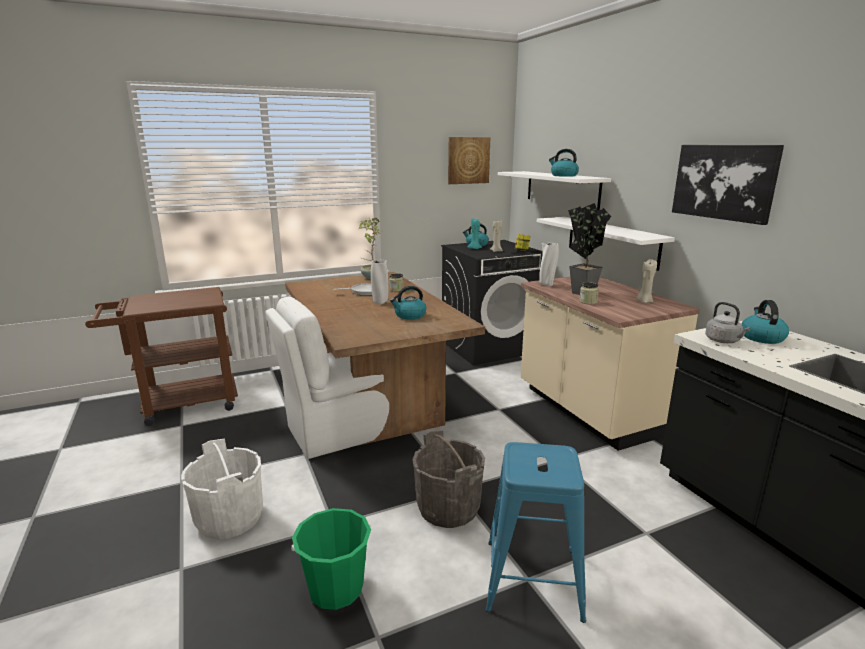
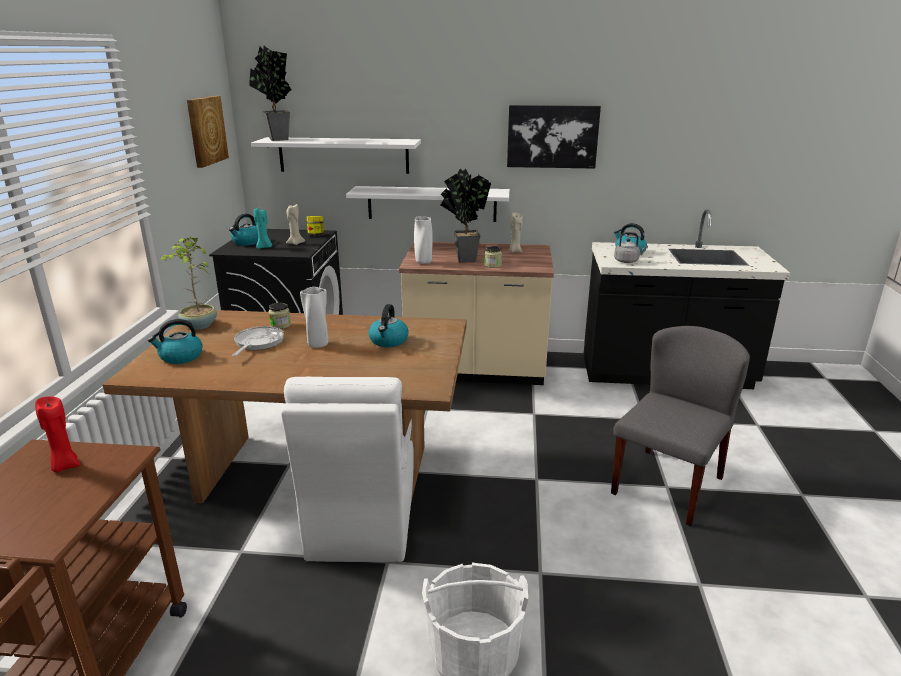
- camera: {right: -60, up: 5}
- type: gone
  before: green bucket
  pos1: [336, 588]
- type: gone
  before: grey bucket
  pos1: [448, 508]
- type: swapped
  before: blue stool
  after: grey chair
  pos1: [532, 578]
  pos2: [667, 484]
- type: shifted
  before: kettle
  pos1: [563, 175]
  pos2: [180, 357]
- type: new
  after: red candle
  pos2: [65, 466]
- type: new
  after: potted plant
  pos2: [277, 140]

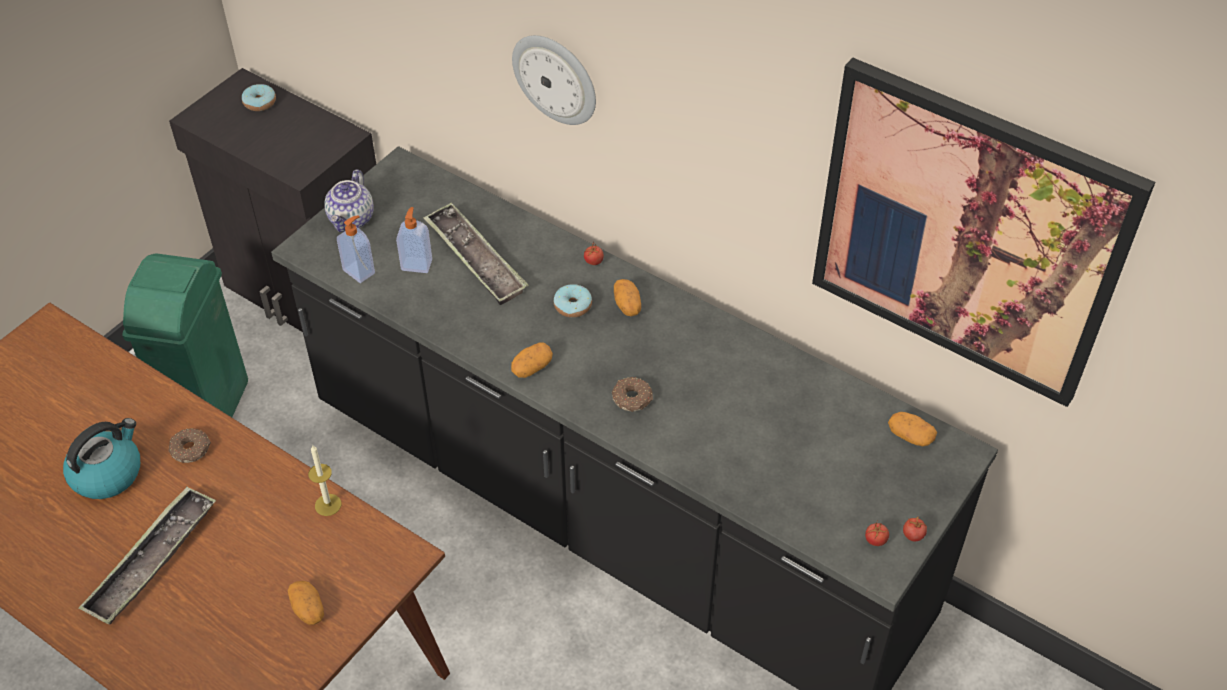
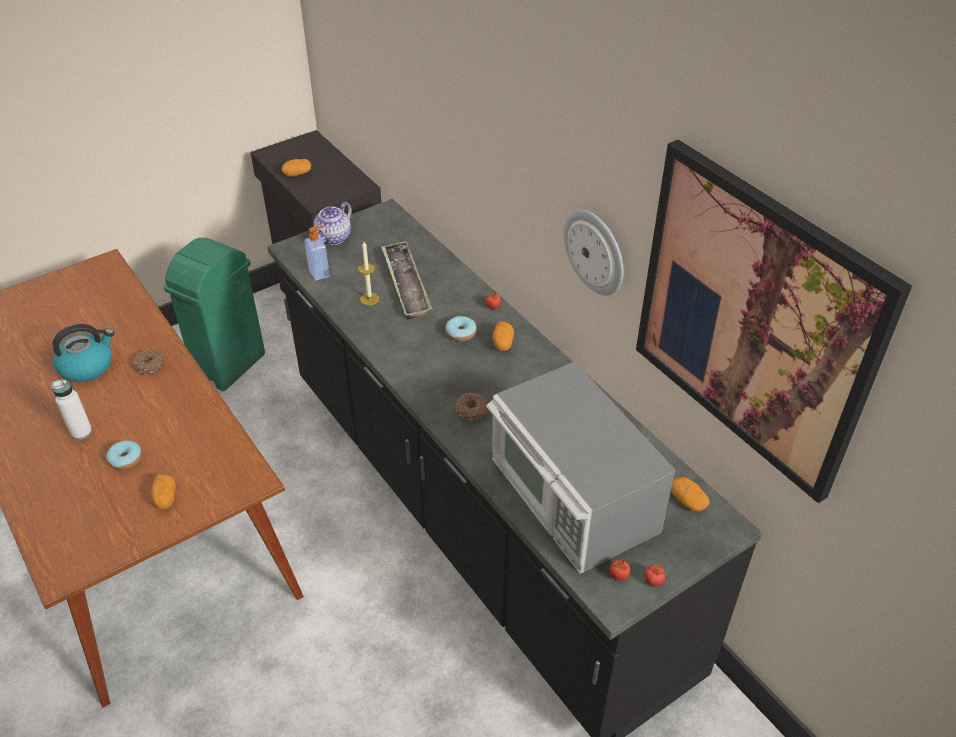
- camera: {right: 20, up: -5}
- type: swapped
  before: tray
  after: white bottle
  pos1: [152, 560]
  pos2: [81, 432]
- type: shifted
  before: donut
  pos1: [260, 103]
  pos2: [126, 459]
- type: shifted
  before: candle
  pos1: [328, 505]
  pos2: [369, 299]
- type: gone
  before: soap dispenser
  pos1: [417, 264]
- type: shifted
  before: potato
  pos1: [531, 368]
  pos2: [297, 174]
- type: shifted
  before: wall clock
  pos1: [556, 78]
  pos2: [595, 251]
- type: new
  after: microwave
  pos2: [571, 496]

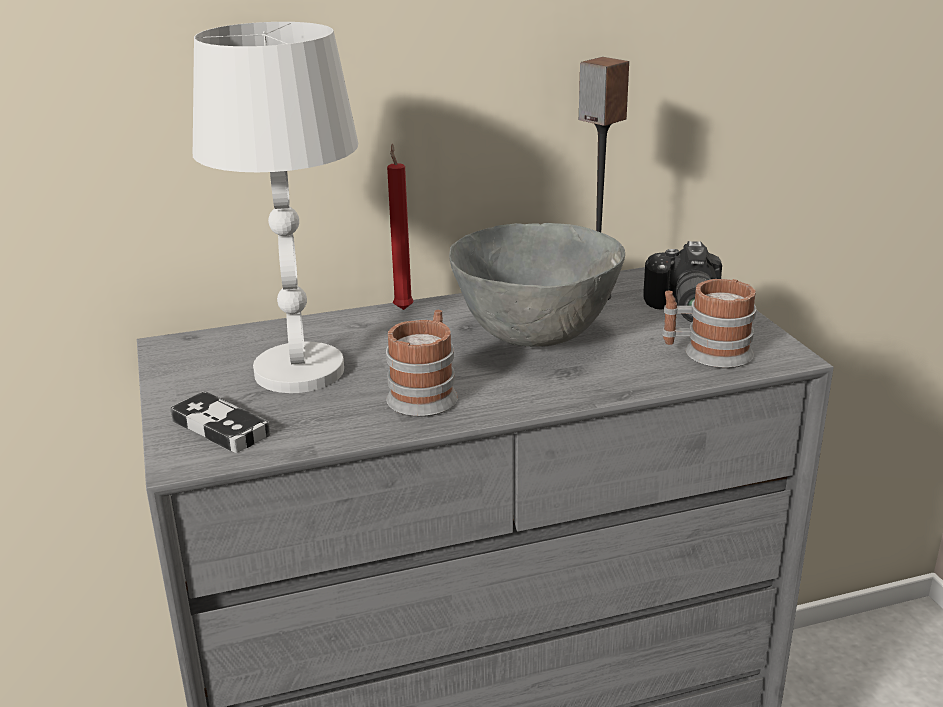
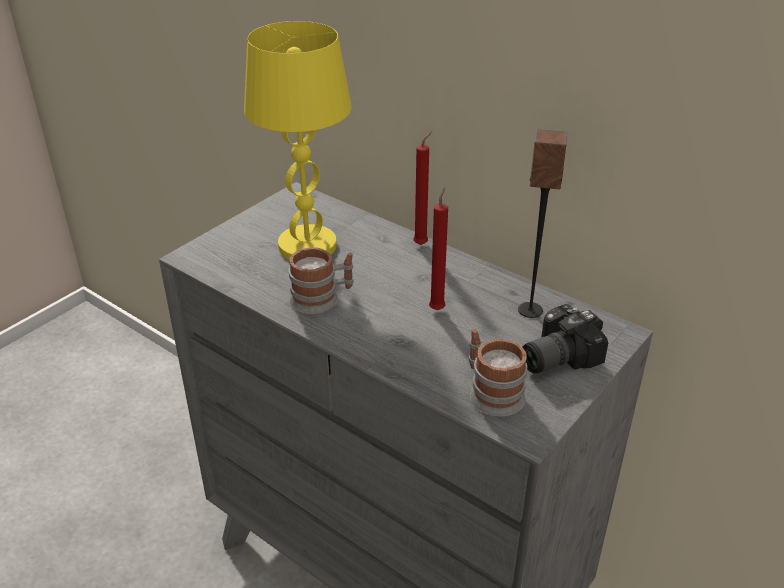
- camera: {right: 55, up: 10}
- type: gone
  before: game controller
  pos1: [220, 428]
- type: repainted
  before: white table lamp
  after: yellow table lamp
  pos1: [298, 371]
  pos2: [307, 245]
- type: swapped
  before: grey bowl
  after: red candle
  pos1: [534, 336]
  pos2: [437, 308]

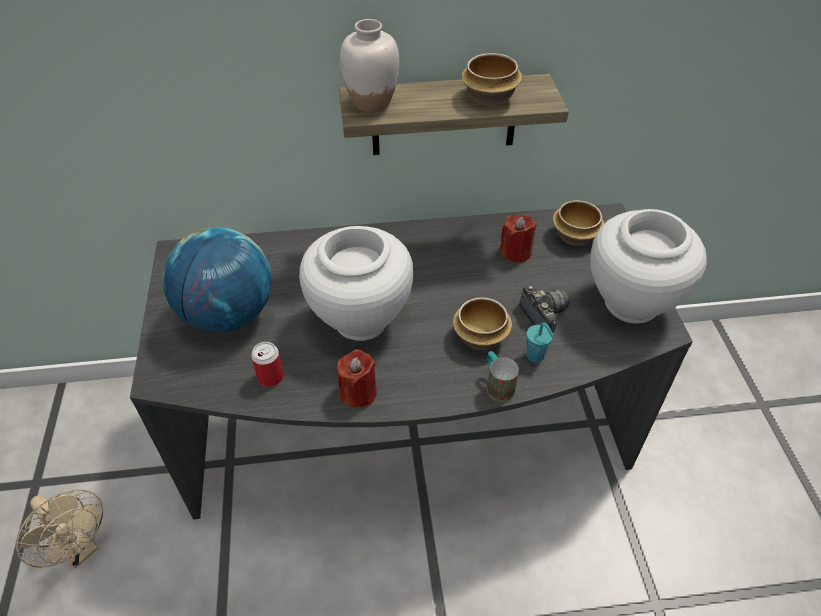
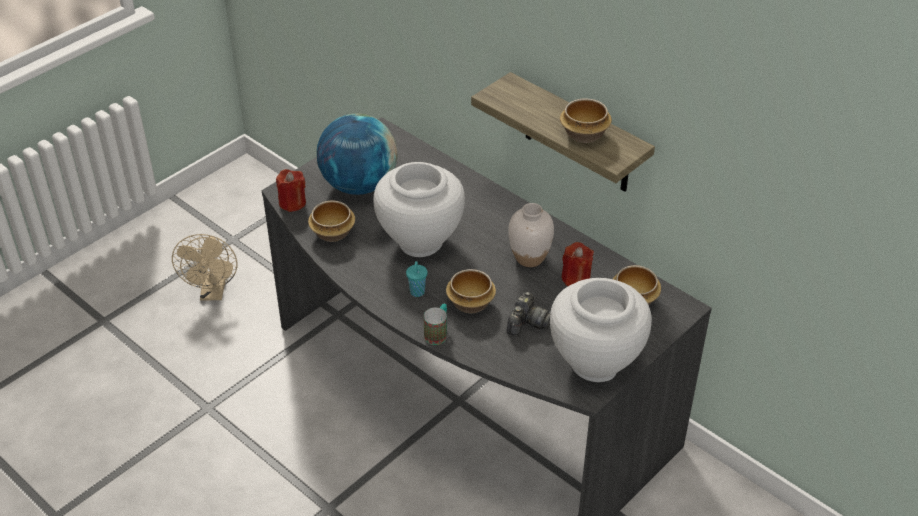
- camera: {right: 50, up: -5}
- type: swapped
  before: can
  after: bowl
  pos1: [270, 377]
  pos2: [333, 233]
- type: shifted
  before: red candle
  pos1: [358, 392]
  pos2: [292, 203]
- type: shifted
  before: white vase
  pos1: [371, 103]
  pos2: [529, 258]
- type: shifted
  before: turquoise cup
  pos1: [536, 357]
  pos2: [417, 293]

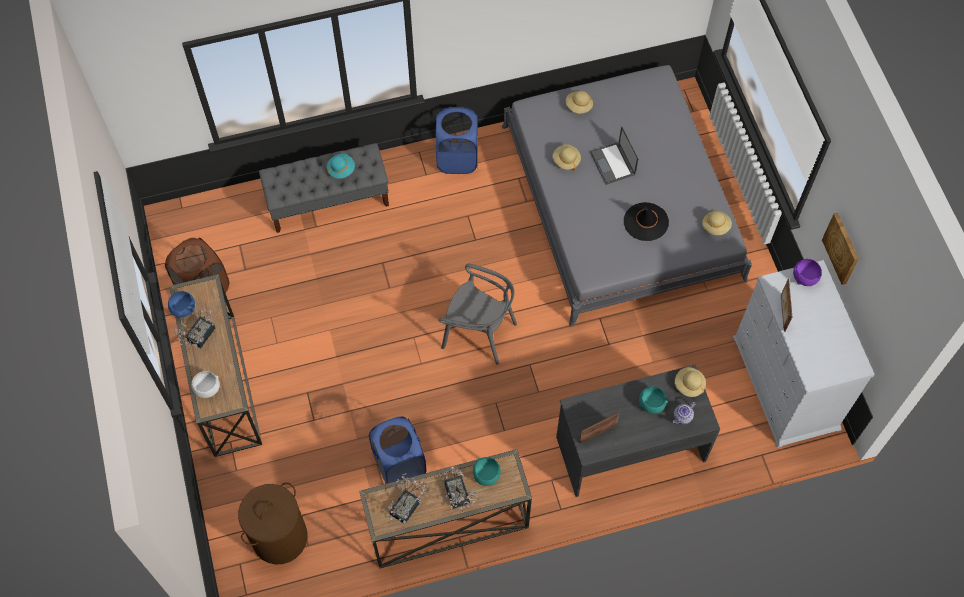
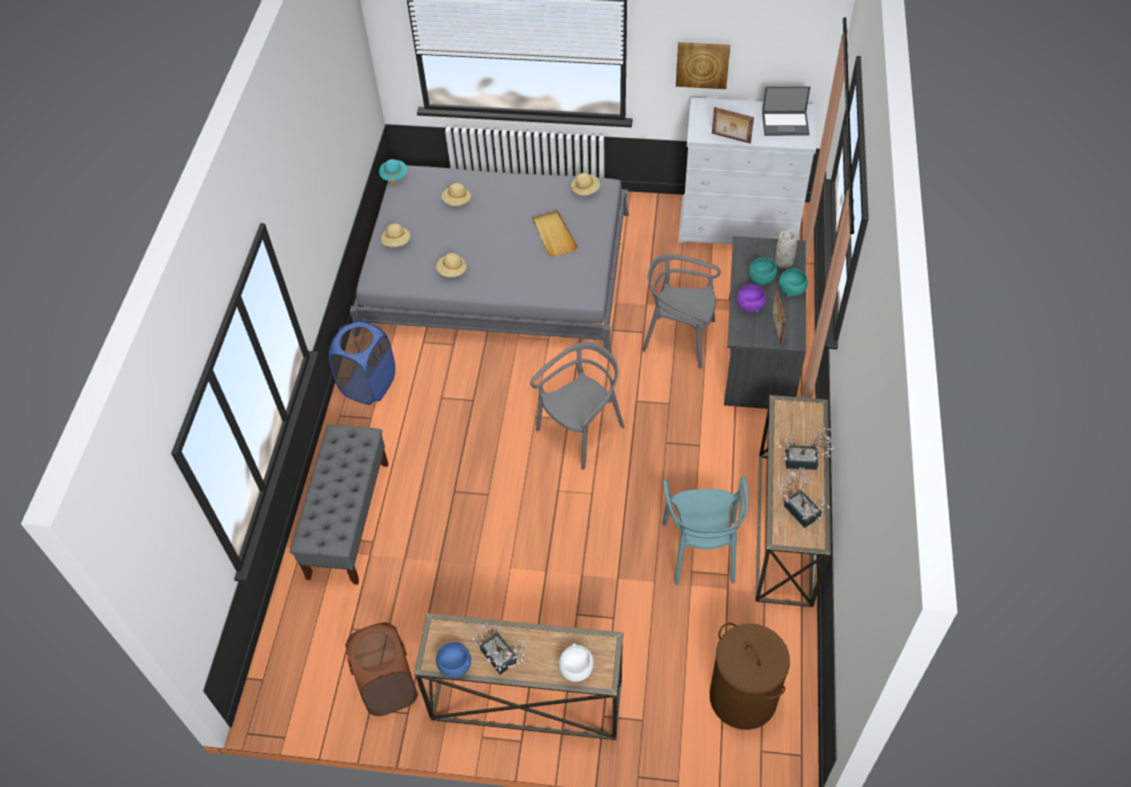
- camera: {right: -65, up: -10}
- type: shifted
  before: turquoise hat
  pos1: [341, 169]
  pos2: [394, 175]
- type: swapped
  before: blue laundry basket
  after: turquoise chair
  pos1: [399, 465]
  pos2: [701, 550]
- type: shifted
  before: turquoise bowl
  pos1: [487, 476]
  pos2: [792, 290]
- type: shifted
  before: laptop
  pos1: [613, 164]
  pos2: [786, 123]
- type: swapped
  before: black hat
  after: beige tray
  pos1: [646, 222]
  pos2: [554, 235]
- type: swapped
  before: teapot
  after: grey vase
  pos1: [682, 417]
  pos2: [783, 262]
- type: shifted
  before: beige hat
  pos1: [689, 385]
  pos2: [457, 201]
- type: shifted
  before: purple bowl
  pos1: [805, 278]
  pos2: [750, 306]
- type: new
  after: grey chair
  pos2: [679, 338]

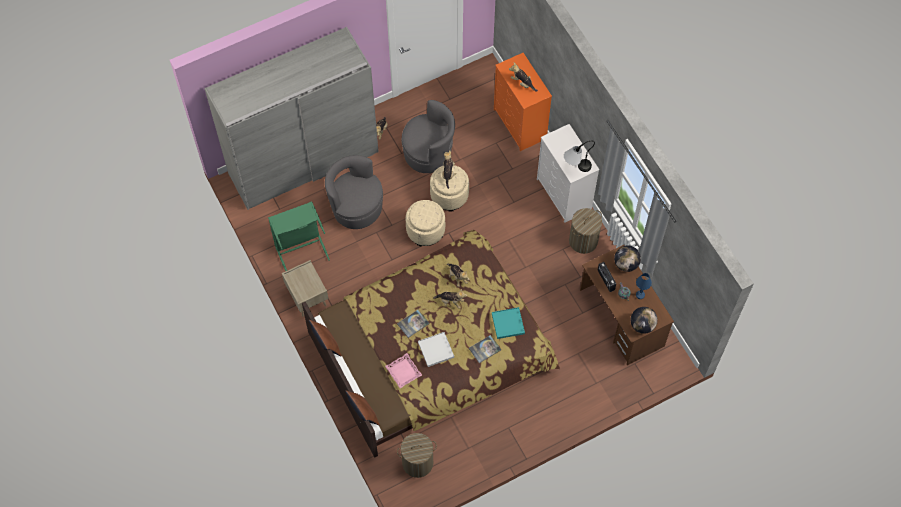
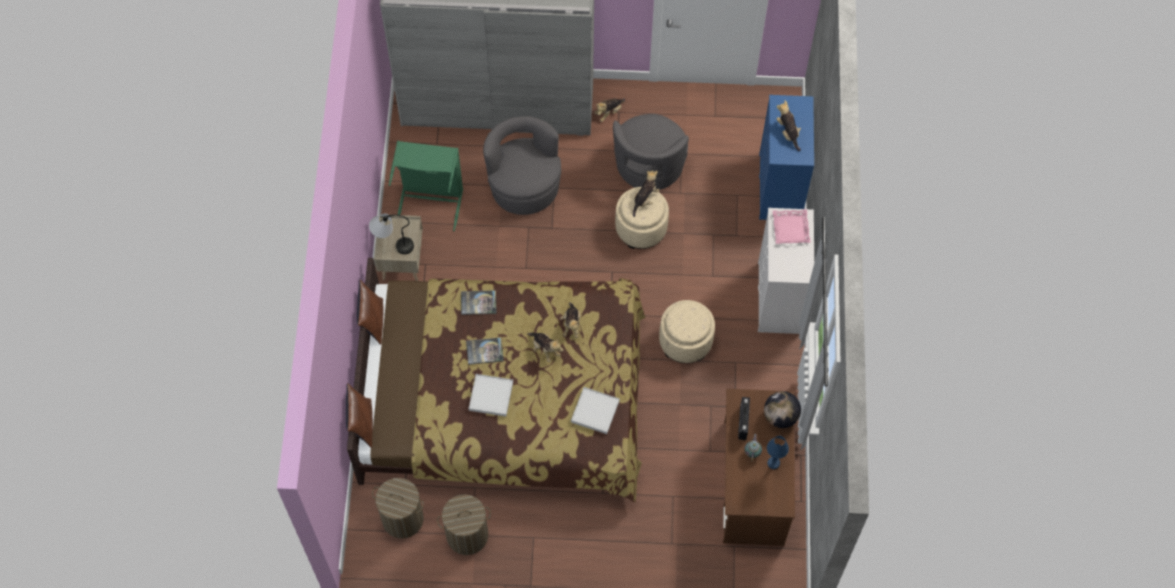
- camera: {right: 30, up: 0}
- type: shifted
  before: pink tray
  pos1: [403, 371]
  pos2: [791, 229]
- type: rotated
  before: grey armchair
  pos1: [428, 153]
  pos2: [648, 166]
  turn: 75
- type: shifted
  before: beige ottoman
  pos1: [425, 230]
  pos2: [685, 341]
- type: shifted
  before: book
  pos1: [484, 349]
  pos2: [478, 303]
- type: repainted
  before: turquoise tray
  after: white tray
  pos1: [508, 323]
  pos2: [595, 411]
- type: repainted
  before: orange dresser
  after: blue dresser
  pos1: [520, 124]
  pos2: [780, 188]
- type: shifted
  before: table lamp
  pos1: [576, 168]
  pos2: [392, 244]
- type: shifted
  before: laundry basket
  pos1: [583, 241]
  pos2: [467, 535]
- type: gone
  before: globe
  pos1: [642, 325]

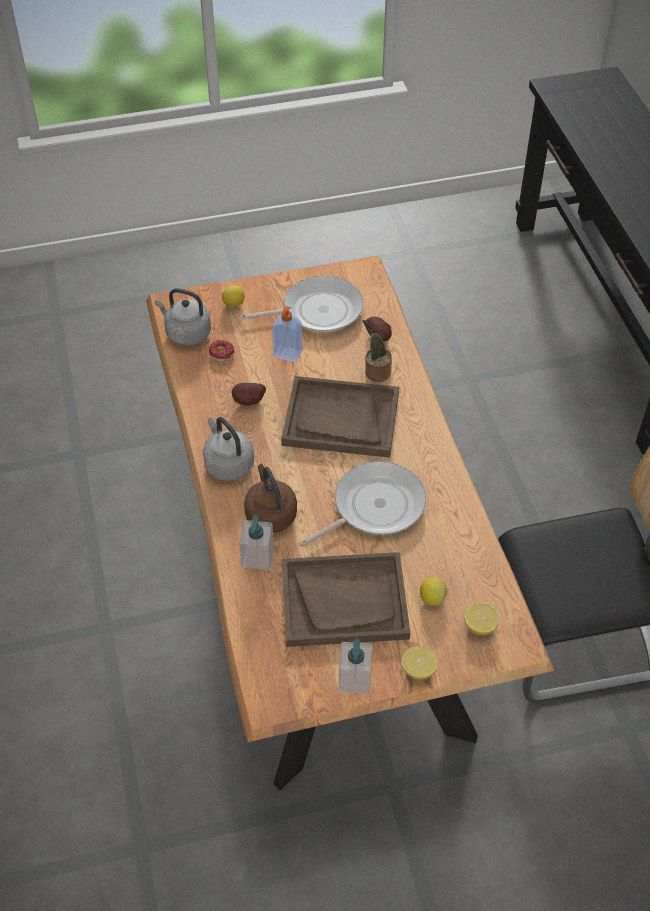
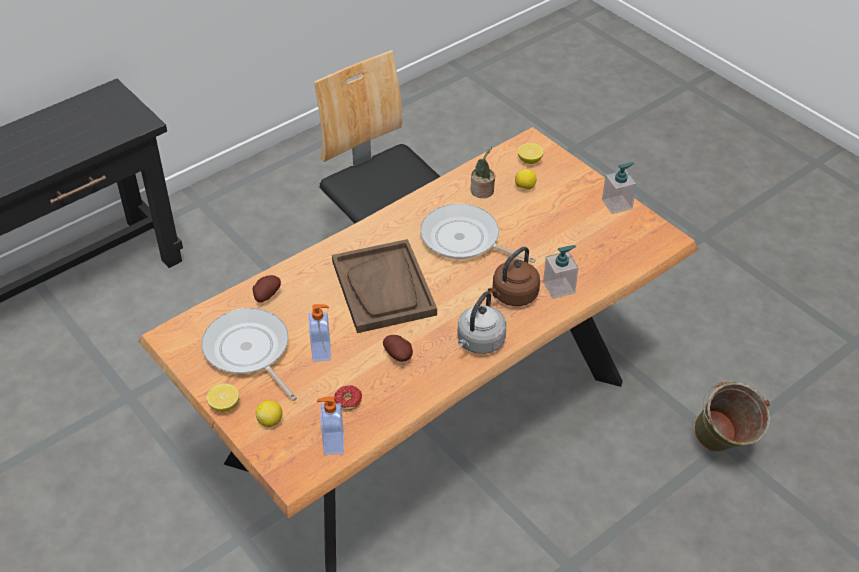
- camera: {right: -115, up: -5}
- type: swapped
  before: grey kettle
  after: soap dispenser
  pos1: [186, 333]
  pos2: [332, 443]
- type: gone
  before: brown tray
  pos1: [344, 601]
- type: shifted
  before: potted plant
  pos1: [375, 372]
  pos2: [483, 191]
- type: shifted
  before: lemon
  pos1: [418, 670]
  pos2: [224, 405]
- type: new
  after: green bucket
  pos2: [721, 448]

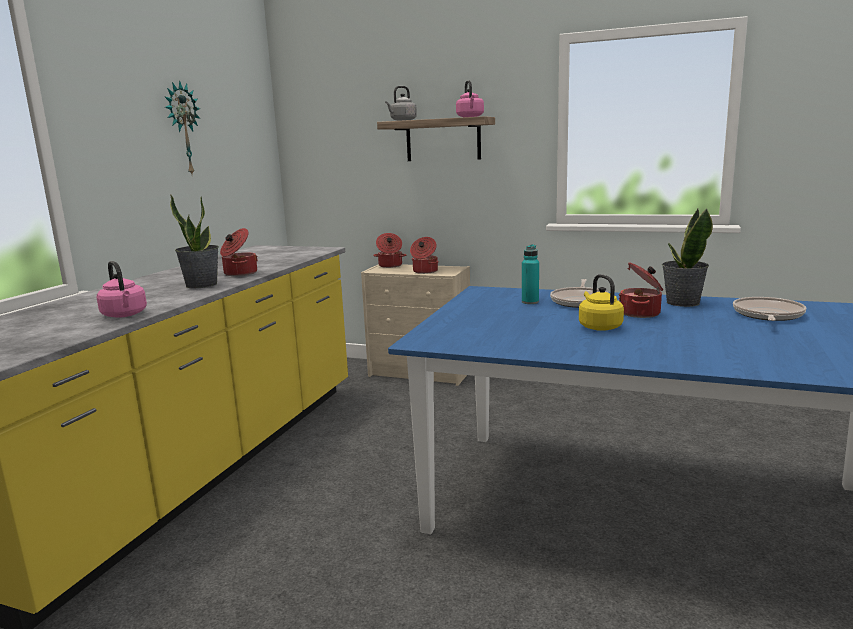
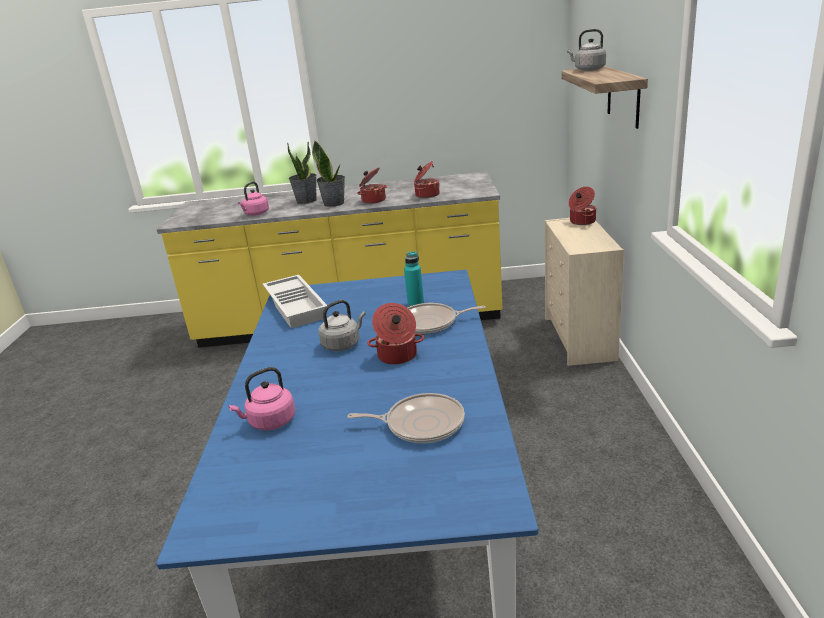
- camera: {right: 70, up: 10}
- type: gone
  before: wall clock
  pos1: [182, 129]
- type: shifted
  before: cooking pot
  pos1: [424, 271]
  pos2: [426, 195]
- type: shifted
  before: pink kettle
  pos1: [470, 117]
  pos2: [270, 422]
- type: repainted
  before: yellow kettle
  after: grey kettle
  pos1: [598, 327]
  pos2: [343, 344]
- type: shifted
  before: potted plant
  pos1: [682, 302]
  pos2: [306, 201]
- type: new
  after: white tray
  pos2: [297, 306]

